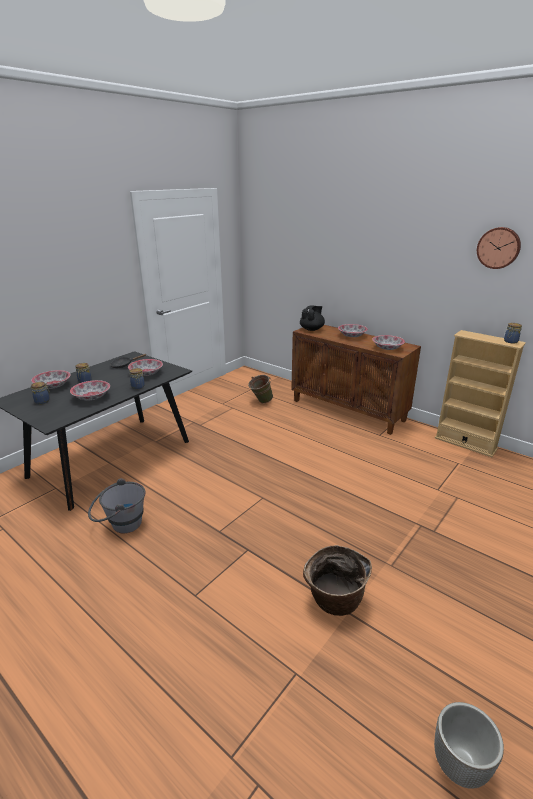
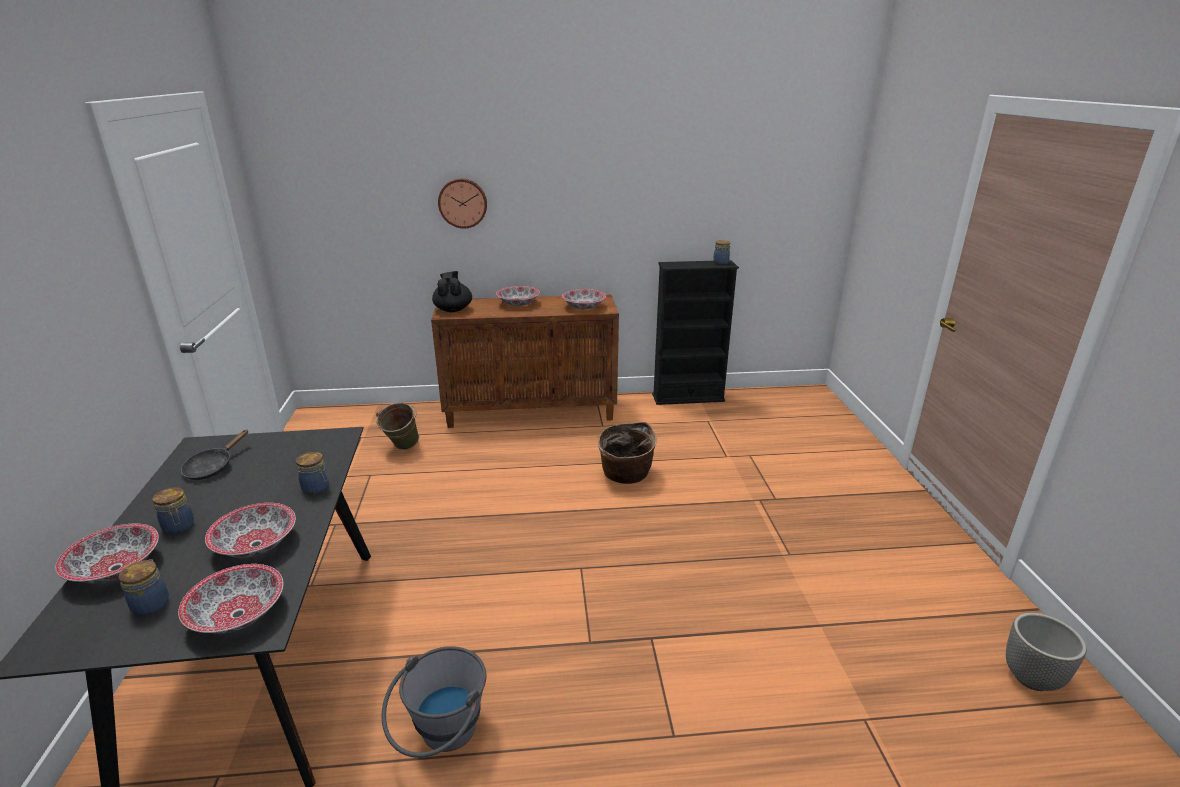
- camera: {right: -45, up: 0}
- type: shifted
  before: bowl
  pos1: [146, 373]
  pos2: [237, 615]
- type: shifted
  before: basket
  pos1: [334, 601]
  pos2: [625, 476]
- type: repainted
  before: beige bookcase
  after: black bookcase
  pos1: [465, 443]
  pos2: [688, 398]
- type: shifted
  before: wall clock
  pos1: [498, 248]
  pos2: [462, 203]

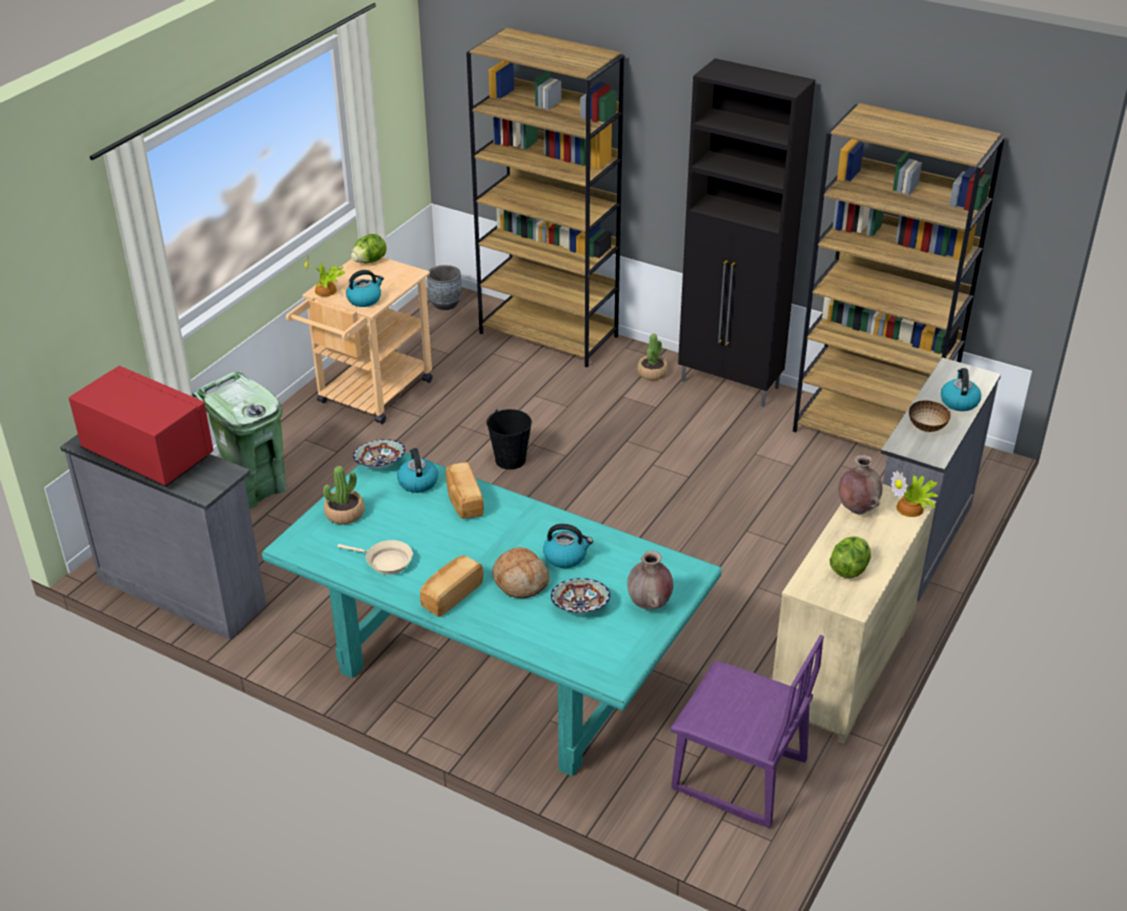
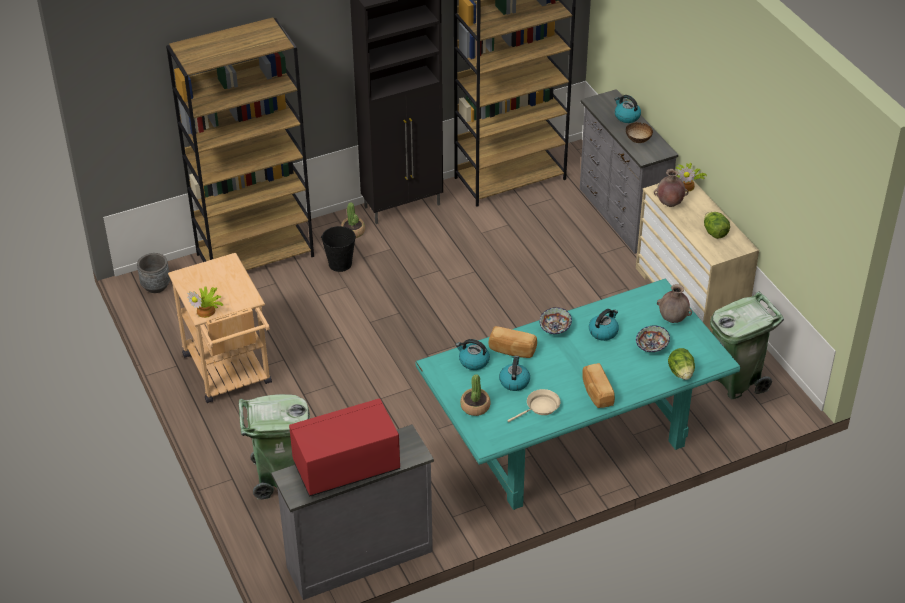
- camera: {right: -55, up: 5}
- type: shifted
  before: kettle
  pos1: [365, 299]
  pos2: [514, 381]
- type: shifted
  before: lettuce
  pos1: [369, 261]
  pos2: [681, 373]
- type: shifted
  before: bowl
  pos1: [380, 464]
  pos2: [555, 328]
- type: shifted
  before: black bucket
  pos1: [510, 460]
  pos2: [340, 264]
- type: gone
  before: bread
  pos1: [520, 581]
- type: swapped
  before: purple chair
  after: green trash can
  pos1: [738, 776]
  pos2: [736, 381]

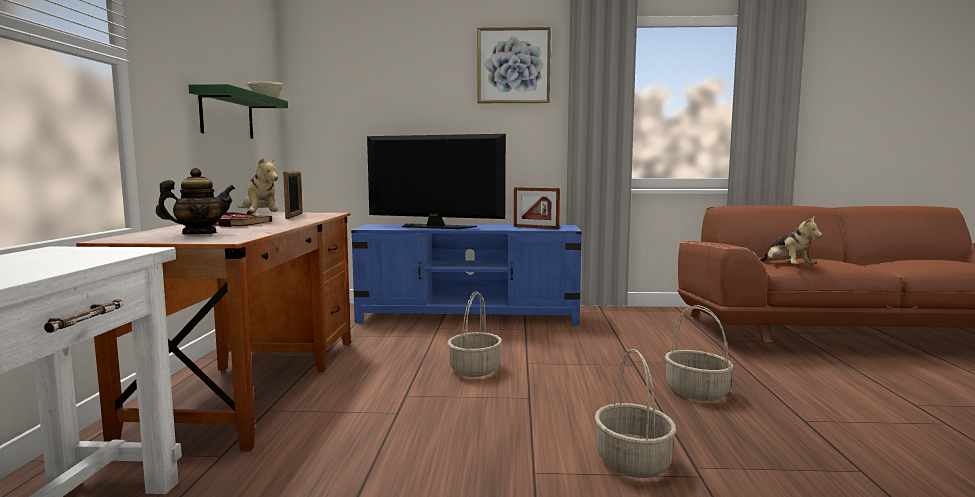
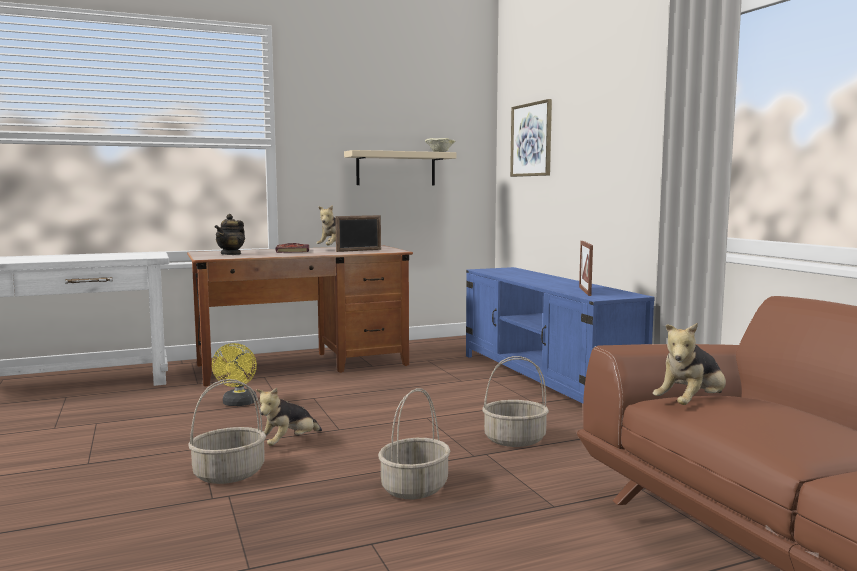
- camera: {right: 65, up: 0}
- type: rotated
  before: teapot
  pos1: [199, 234]
  pos2: [231, 254]
  turn: 75
- type: repainted
  before: green shelf
  after: beige shelf
  pos1: [227, 115]
  pos2: [396, 169]
- type: gone
  before: television
  pos1: [435, 227]
- type: shifted
  before: basket
  pos1: [474, 369]
  pos2: [515, 439]
- type: shifted
  before: picture
  pos1: [513, 66]
  pos2: [531, 140]
- type: new
  after: yellow fan
  pos2: [238, 404]
- type: new
  after: plush toy
  pos2: [289, 443]

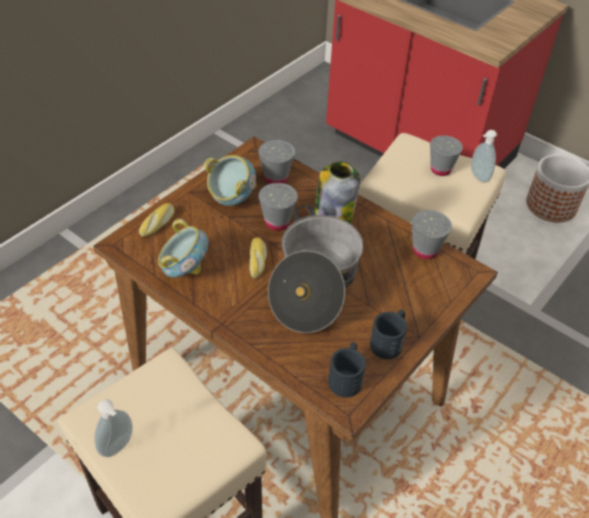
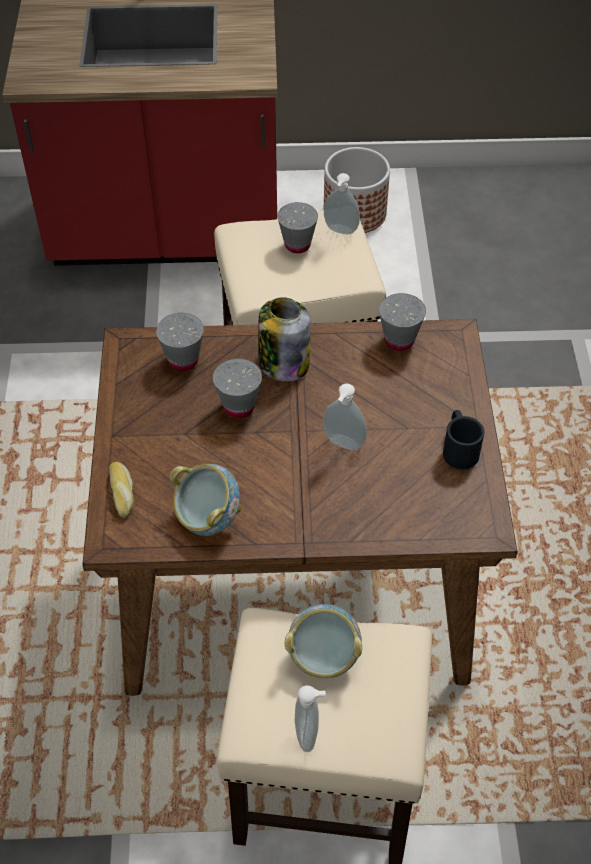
- camera: {right: -40, up: 5}
- type: shifted
  before: bowl
  pos1: [231, 198]
  pos2: [323, 658]
- type: gone
  before: bread
  pos1: [258, 261]
- type: swapped
  before: cooking pot
  after: soap dispenser
  pos1: [314, 285]
  pos2: [342, 444]
- type: gone
  before: black mug
  pos1: [346, 376]

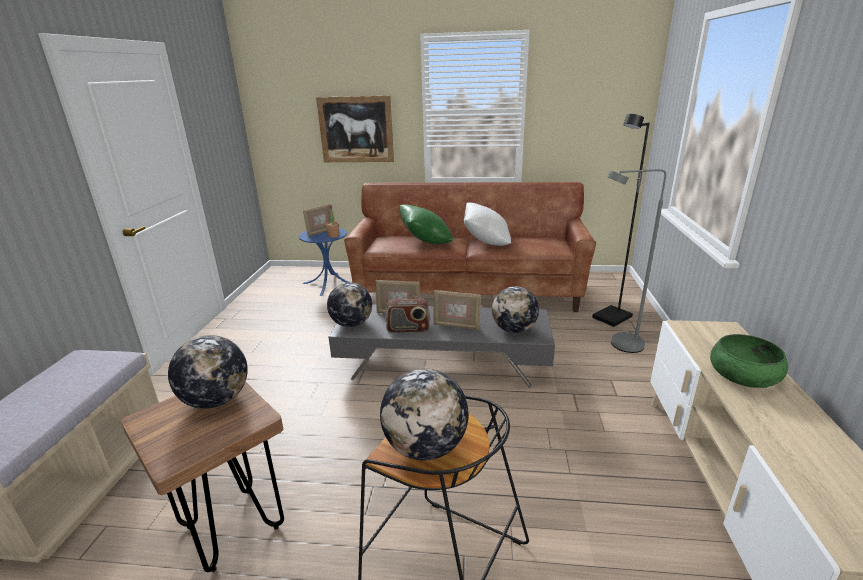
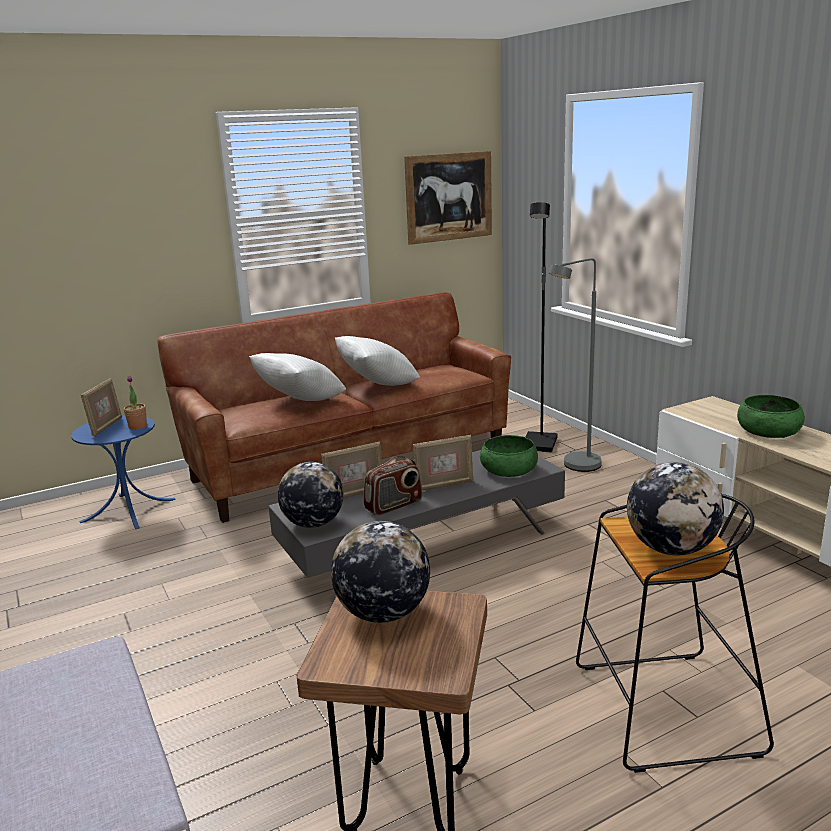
- camera: {right: -35, up: -5}
- type: shifted
  before: picture
  pos1: [356, 129]
  pos2: [449, 197]
- type: repainted
  before: green pillow
  after: white pillow
  pos1: [425, 242]
  pos2: [300, 402]
- type: swapped
  before: globe
  after: green bowl
  pos1: [514, 330]
  pos2: [508, 470]

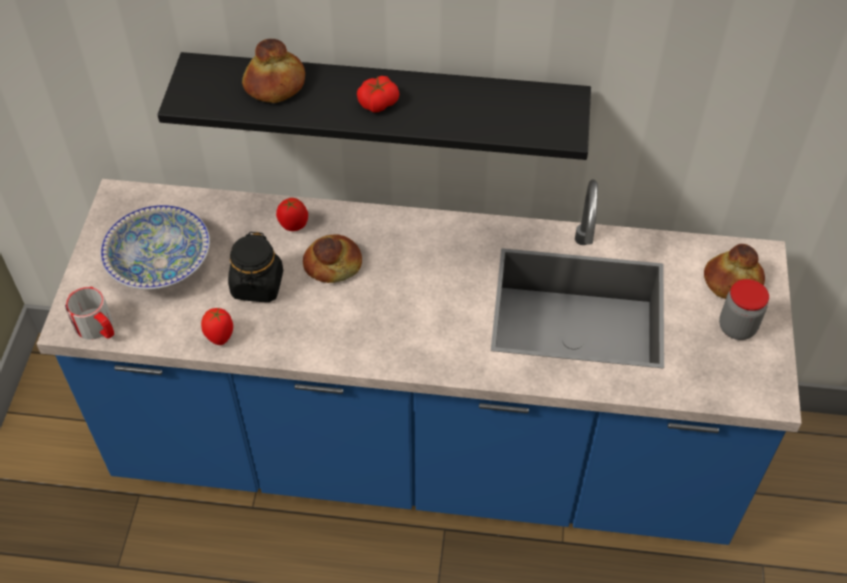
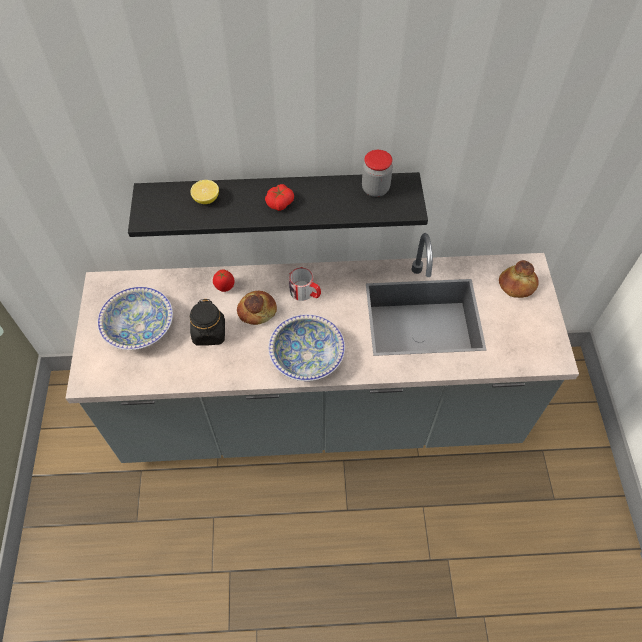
- camera: {right: -10, up: 5}
- type: repainted
  before: blue counter
  after: grey counter
  pos1: [423, 455]
  pos2: [321, 414]
- type: shifted
  before: mug
  pos1: [98, 328]
  pos2: [305, 293]
- type: gone
  before: tomato
  pos1: [220, 336]
- type: swapped
  before: bread
  after: lemon
  pos1: [275, 85]
  pos2: [206, 199]
- type: shifted
  before: jar
  pos1: [737, 327]
  pos2: [375, 189]
- type: new
  after: bowl
  pos2: [306, 356]

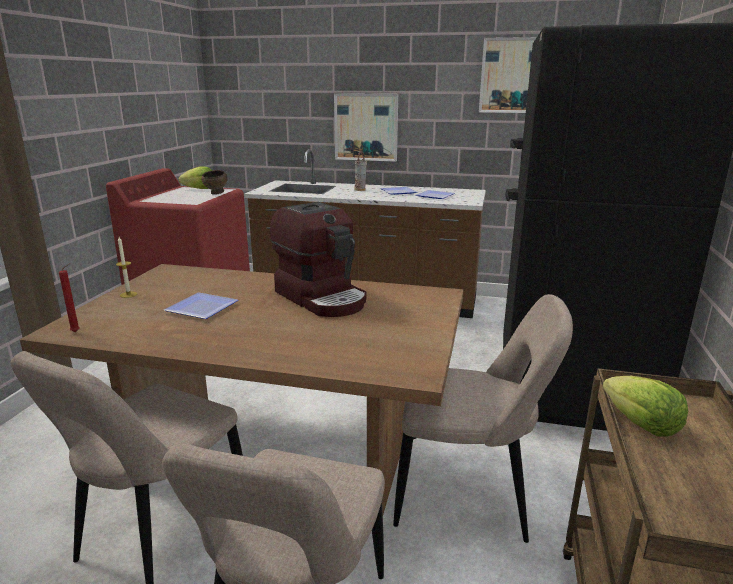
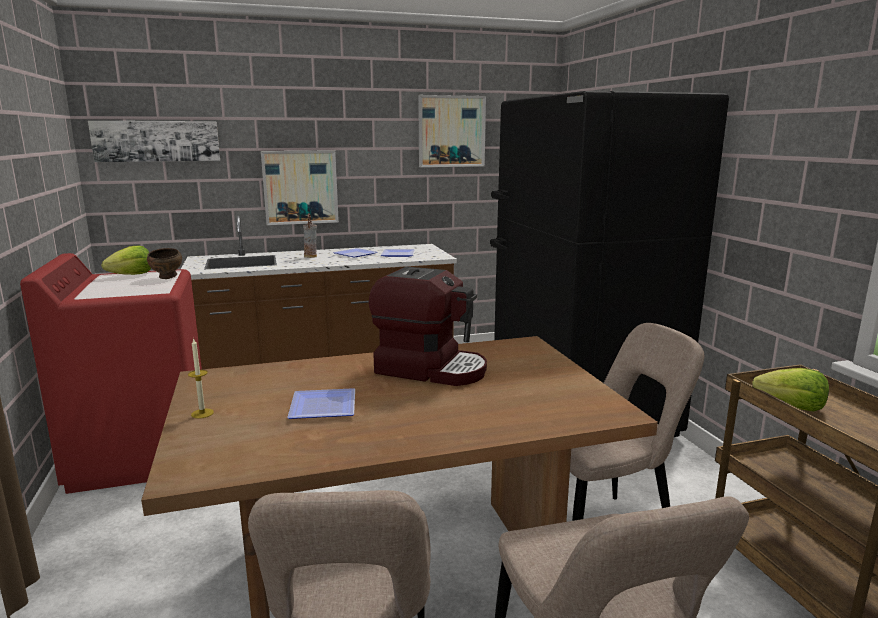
- camera: {right: -30, up: -5}
- type: gone
  before: red candle
  pos1: [77, 332]
- type: new
  after: picture
  pos2: [157, 141]

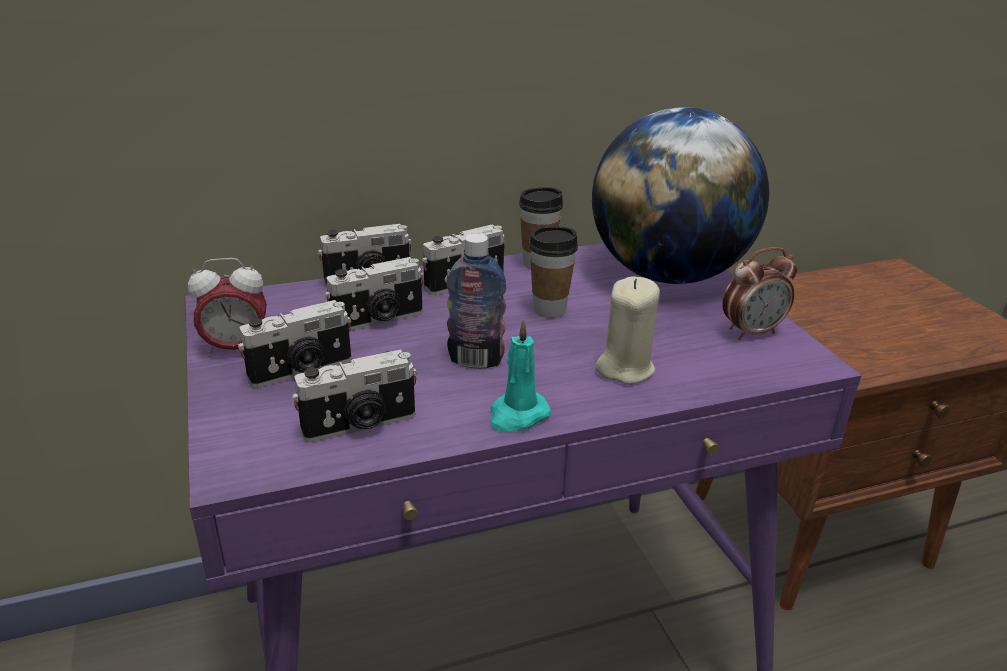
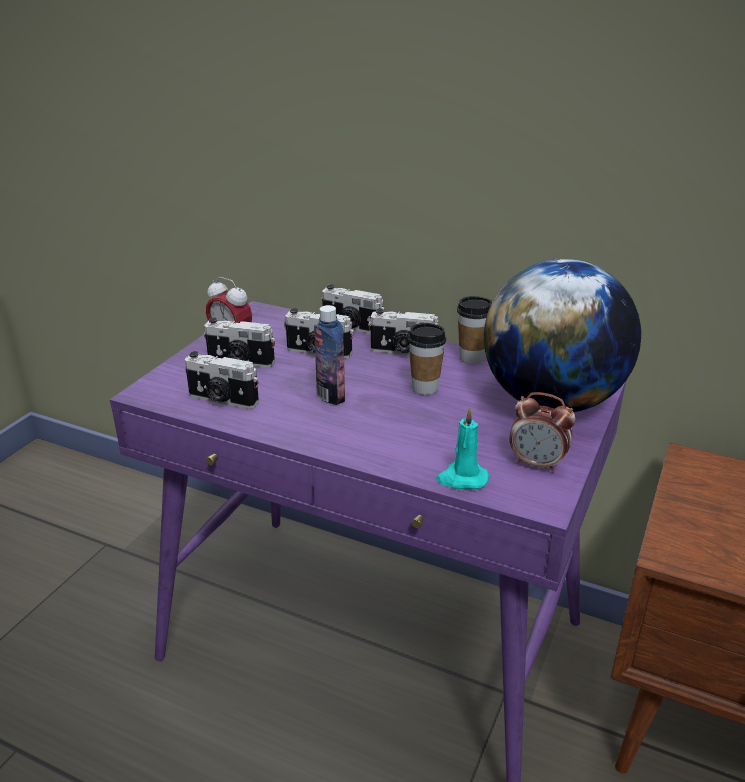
- camera: {right: 45, up: 0}
- type: shifted
  before: turquoise candle
  pos1: [517, 415]
  pos2: [462, 479]
- type: gone
  before: beige candle
  pos1: [625, 368]

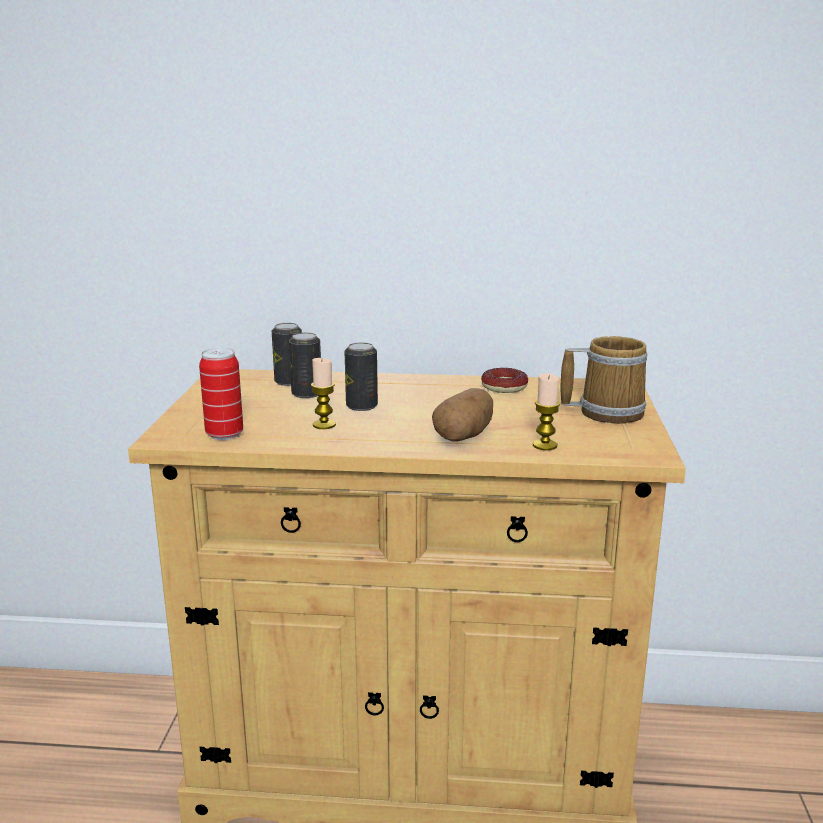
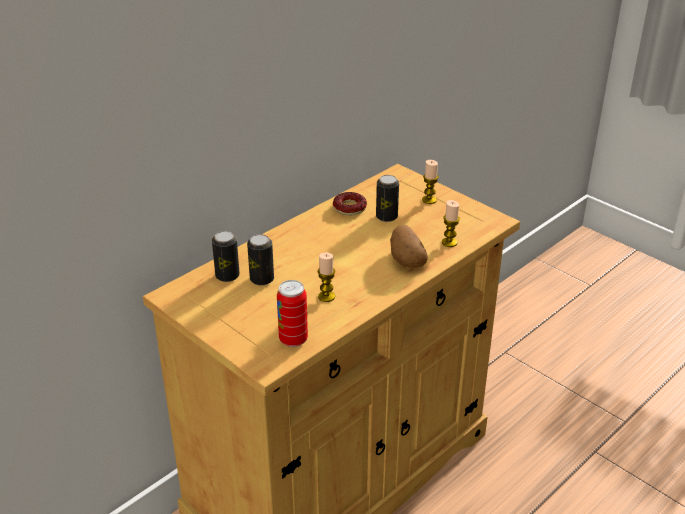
- camera: {right: -50, up: 15}
- type: shifted
  before: can
  pos1: [361, 406]
  pos2: [386, 217]
- type: swapped
  before: mug
  after: candle
  pos1: [606, 412]
  pos2: [429, 200]

